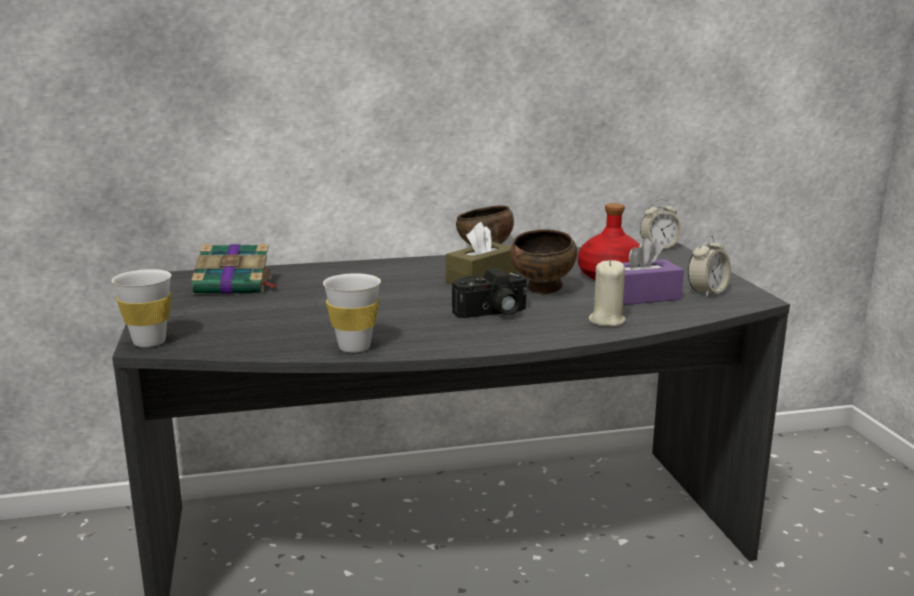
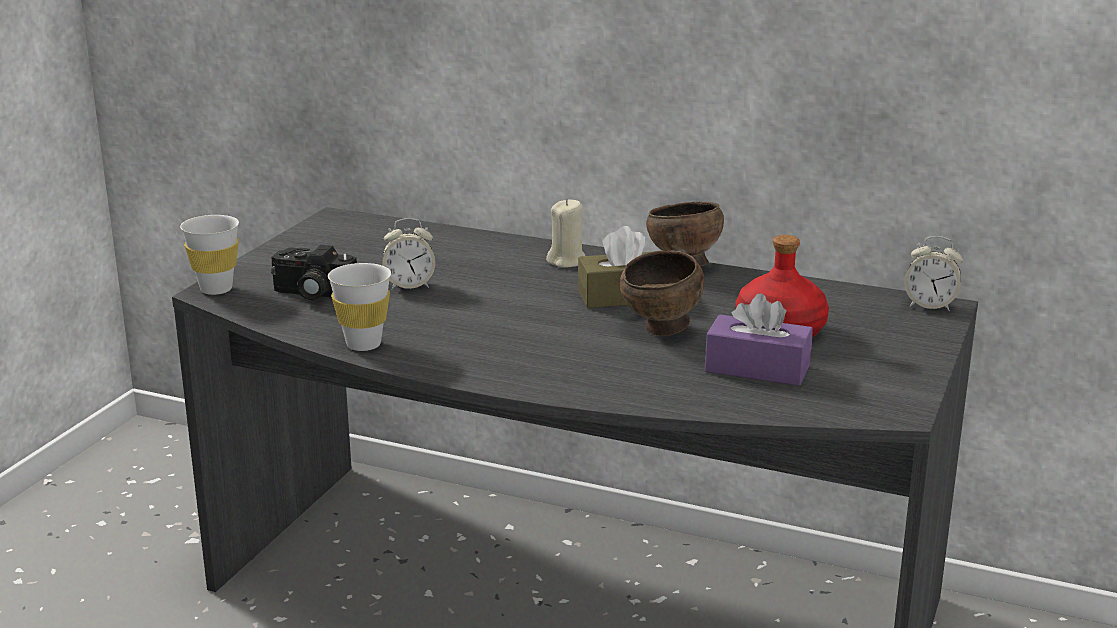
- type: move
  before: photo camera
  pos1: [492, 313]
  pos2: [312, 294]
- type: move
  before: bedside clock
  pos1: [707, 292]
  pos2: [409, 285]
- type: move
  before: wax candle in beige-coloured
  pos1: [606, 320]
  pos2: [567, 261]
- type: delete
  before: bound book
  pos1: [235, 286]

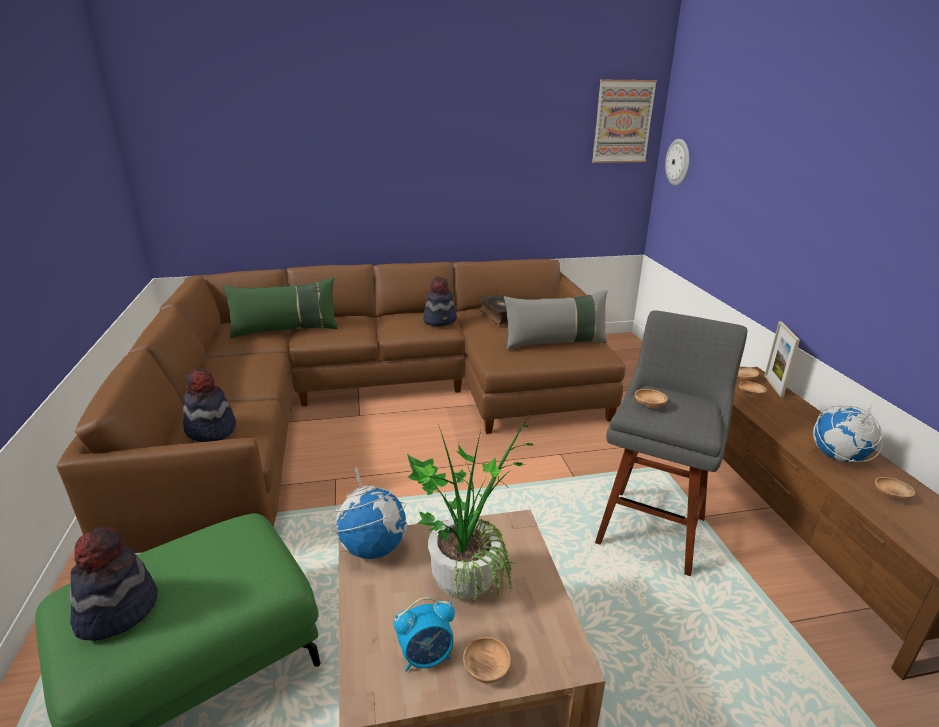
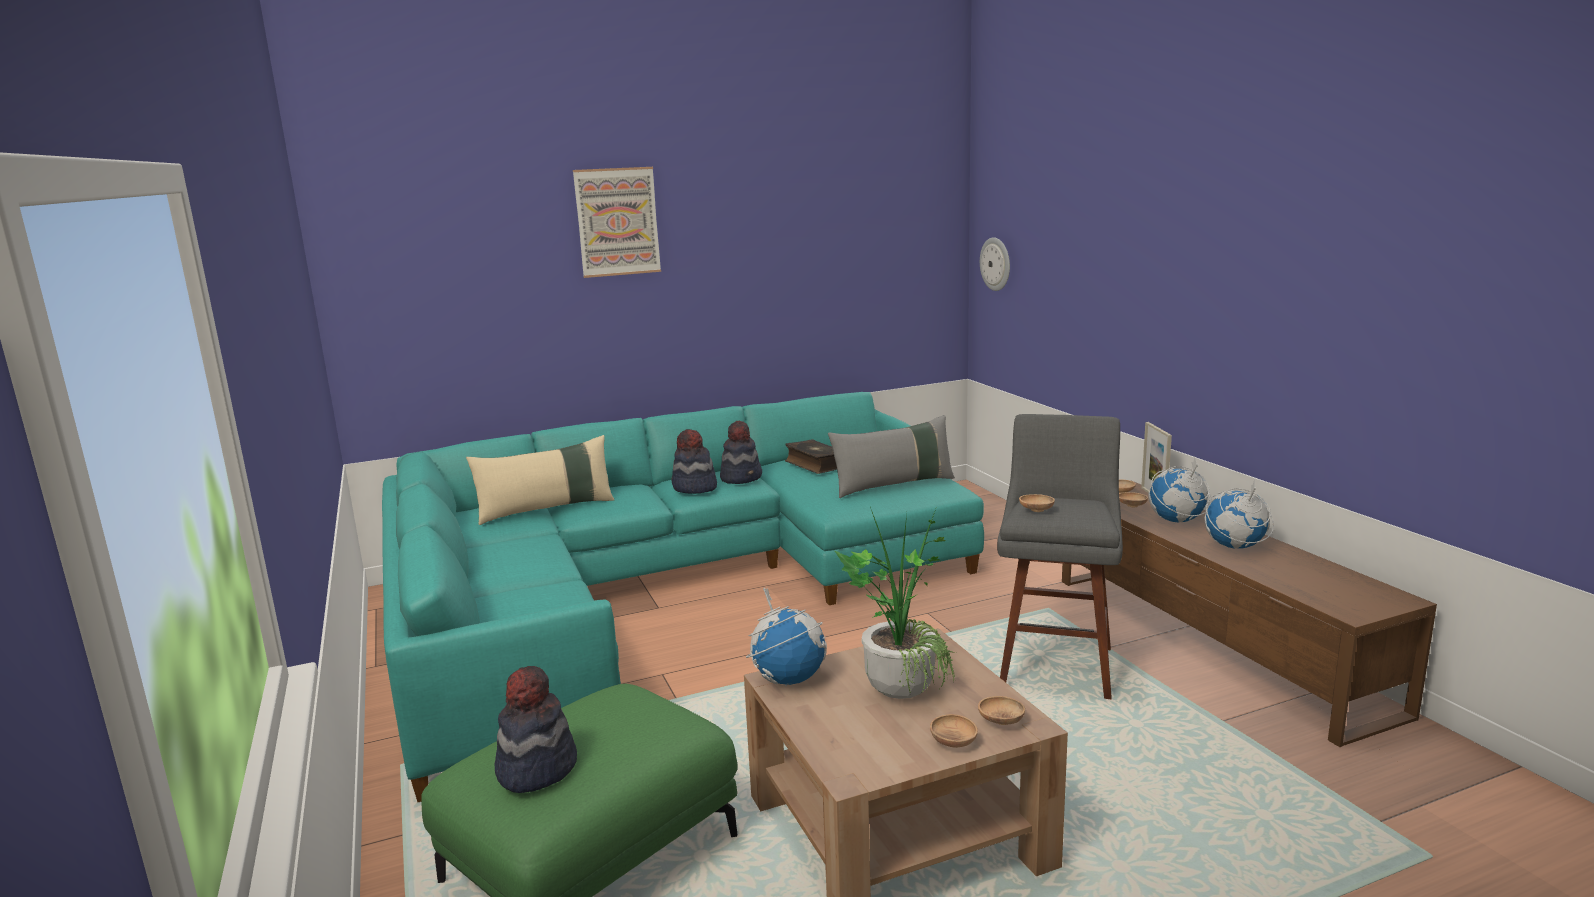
- type: recolor
  before: settee in brownish
  after: settee in turquoise-coloured
  pos1: [369, 402]
  pos2: [664, 593]
- type: recolor
  before: cushion in greenish
  after: cushion in beige-coloured
  pos1: [286, 330]
  pos2: [547, 509]
- type: move
  before: picture
  pos1: [622, 122]
  pos2: [617, 222]
- type: move
  before: wearable hat
  pos1: [211, 430]
  pos2: [694, 488]
- type: move
  before: deep dish in brownish
  pos1: [891, 496]
  pos2: [1001, 721]
- type: insert
  after: world globe
  pos2: [1176, 521]
- type: delete
  before: bedside clock
  pos1: [426, 657]

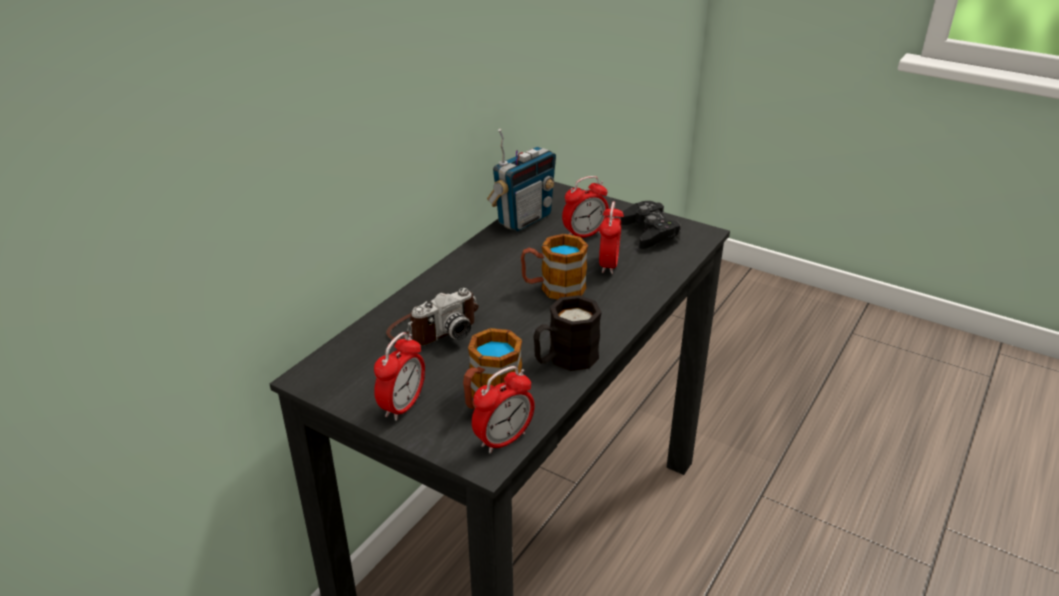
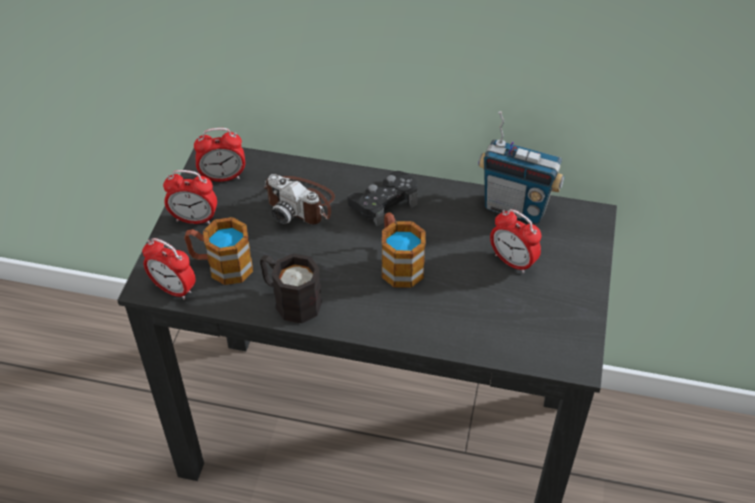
- type: move
  before: bedside clock
  pos1: [609, 264]
  pos2: [223, 177]
- type: move
  before: joypad in blackish
  pos1: [649, 232]
  pos2: [384, 203]

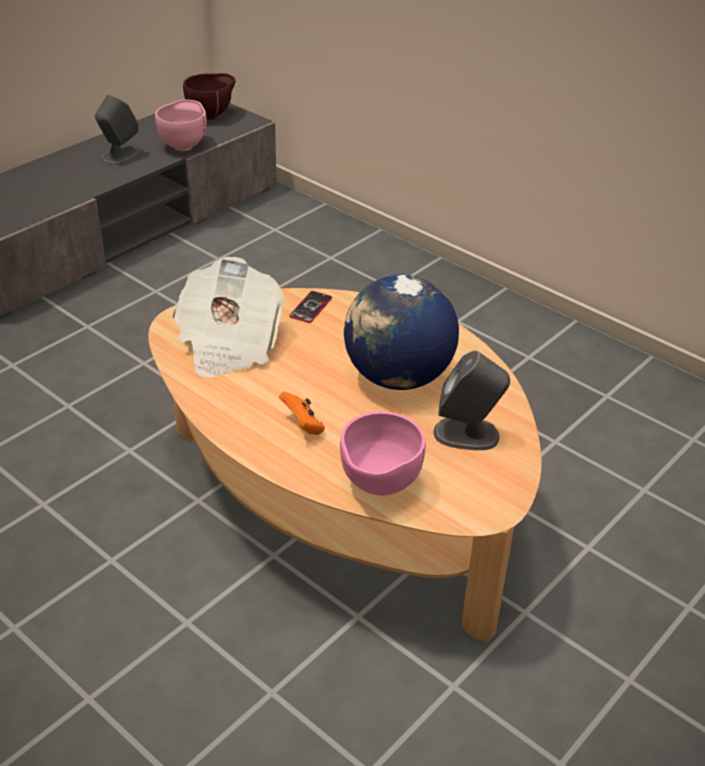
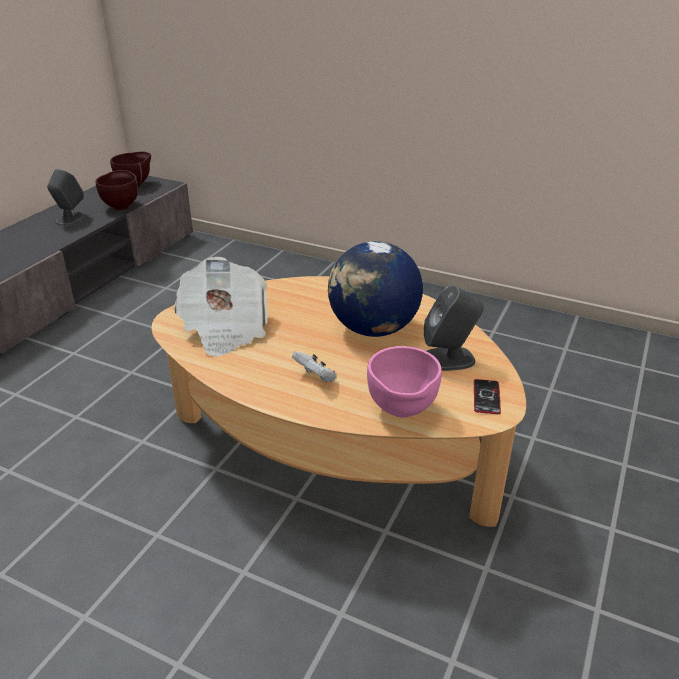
- type: recolor
  before: deep dish in pinkish
  after: deep dish in brownish
  pos1: [184, 146]
  pos2: [122, 206]
- type: recolor
  before: joypad in orange-coloured
  after: joypad in white-coloured
  pos1: [303, 426]
  pos2: [316, 378]
- type: move
  before: phone
  pos1: [311, 307]
  pos2: [486, 397]

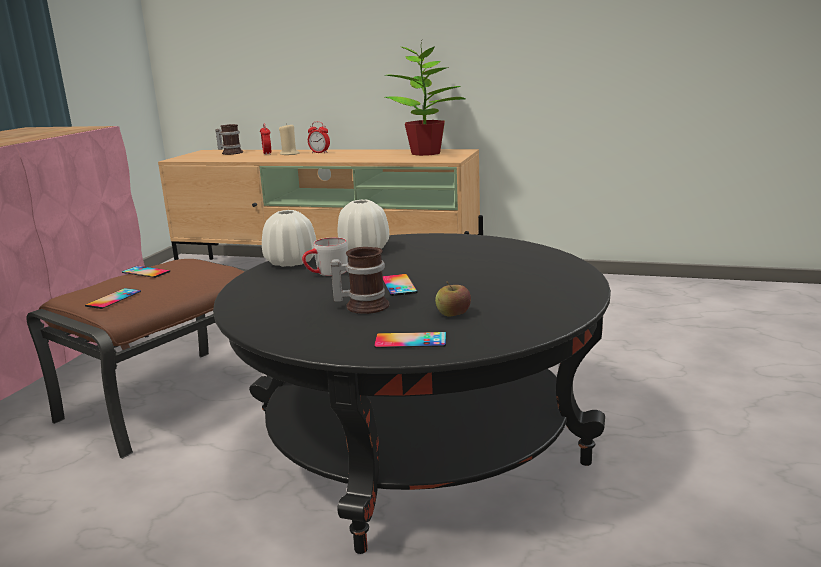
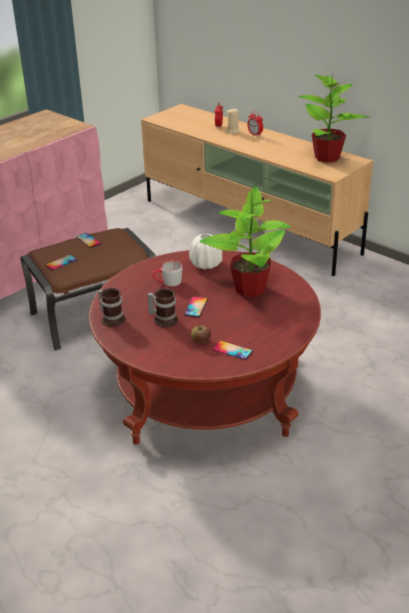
- type: recolor
  before: coffee table in blackish
  after: coffee table in red-coloured
  pos1: [418, 441]
  pos2: [207, 390]
- type: move
  before: tea mug
  pos1: [231, 152]
  pos2: [112, 318]
- type: insert
  after: plant in a pot
  pos2: [250, 288]
- type: move
  before: phone
  pos1: [410, 341]
  pos2: [232, 350]
- type: delete
  before: decorative vase in white-coloured
  pos1: [291, 262]

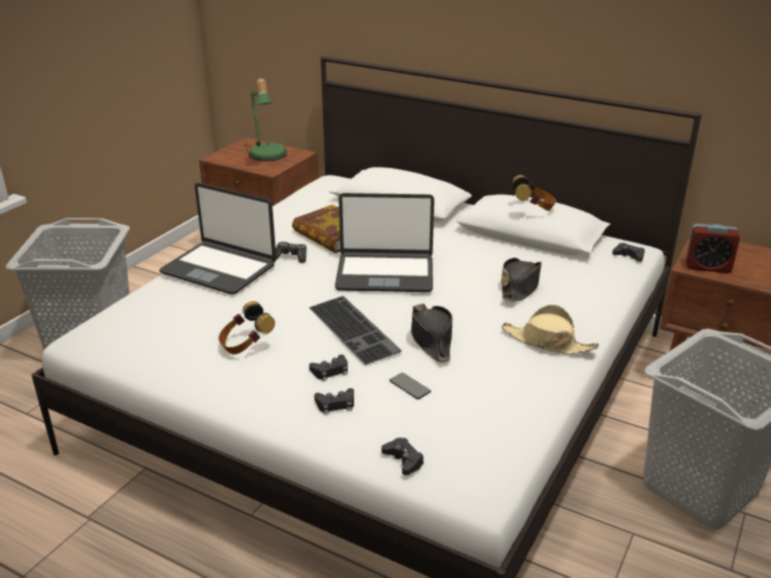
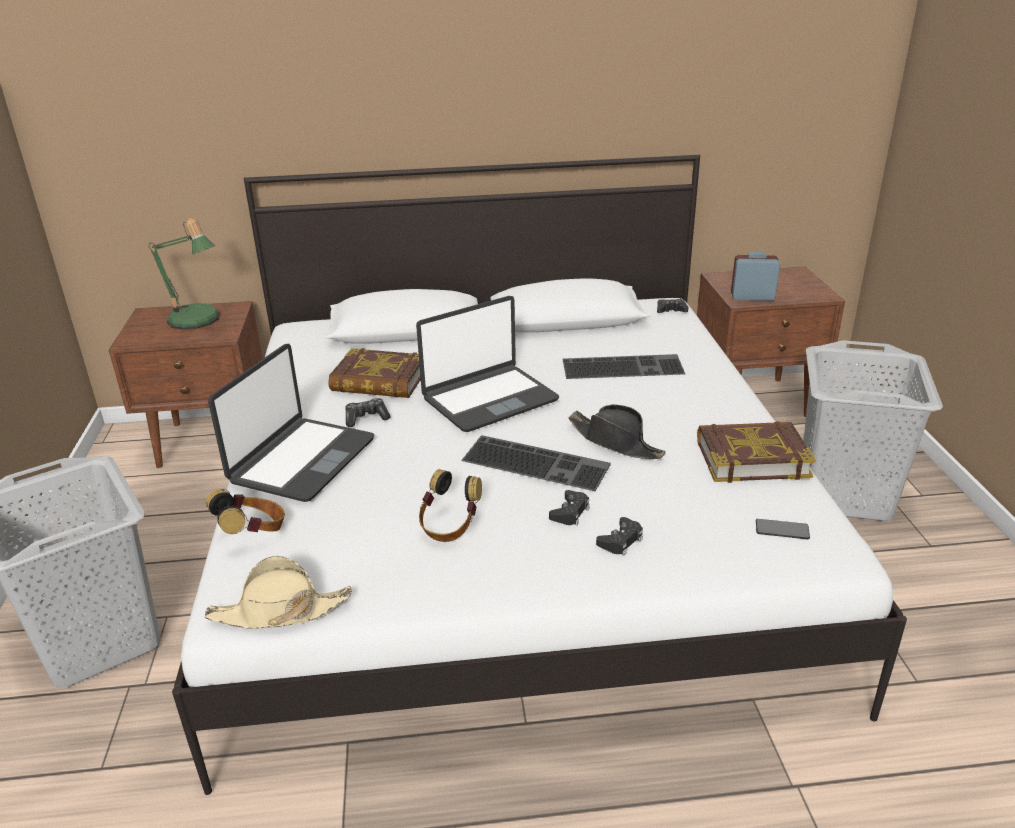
- type: move
  before: wearable hat in beige-coloured
  pos1: [547, 342]
  pos2: [279, 611]
- type: move
  before: pair of headphones
  pos1: [533, 208]
  pos2: [253, 532]
- type: rotate
  before: laptop
  pos1: [219, 268]
  pos2: [301, 460]
  turn: -60
- type: replace
  before: wearable hat in blackish
  after: computer keyboard
  pos1: [520, 286]
  pos2: [623, 366]
- type: insert
  after: bound book
  pos2: [752, 458]
- type: rotate
  before: bedside clock
  pos1: [707, 267]
  pos2: [752, 297]
  turn: -150
- type: move
  before: phone
  pos1: [409, 386]
  pos2: [782, 530]
- type: delete
  before: joypad in blackish
  pos1: [403, 460]

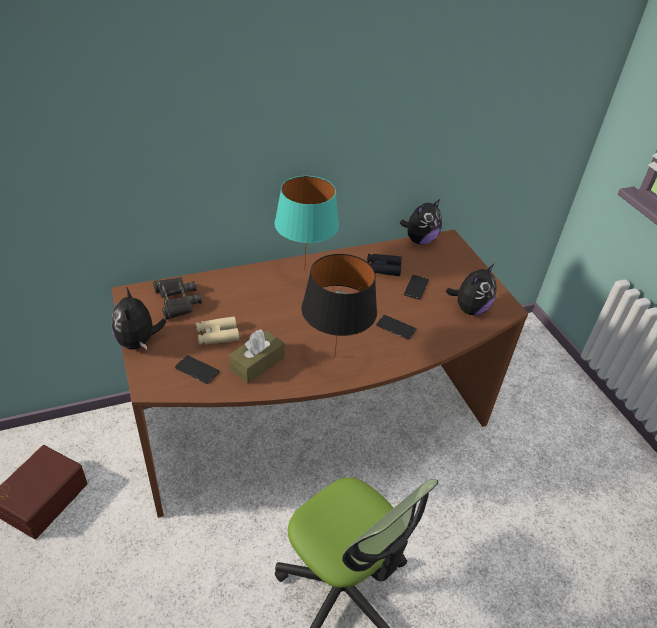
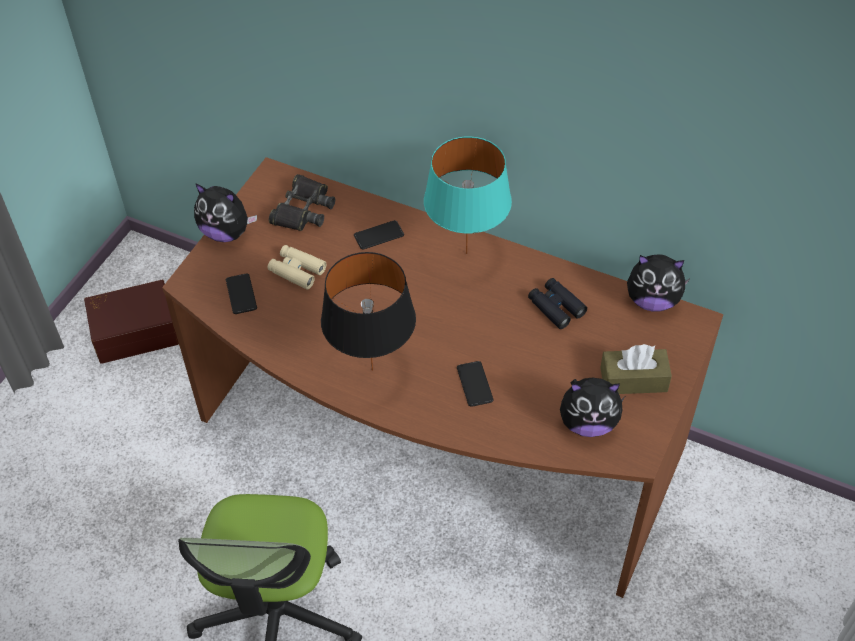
- type: rotate
  before: cuddly toy
  pos1: [139, 342]
  pos2: [226, 232]
  turn: -105
- type: move
  before: phone
  pos1: [416, 287]
  pos2: [379, 235]
- type: move
  before: tissue holder in brownish
  pos1: [257, 363]
  pos2: [633, 380]

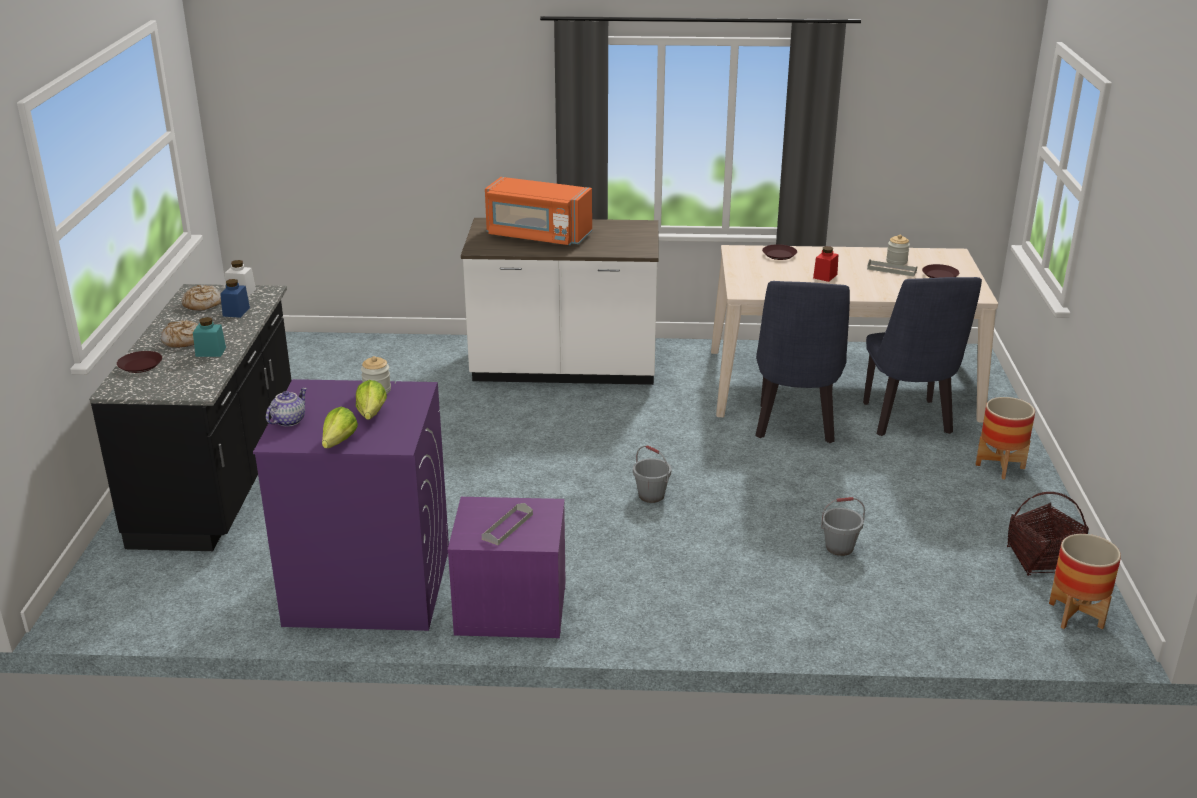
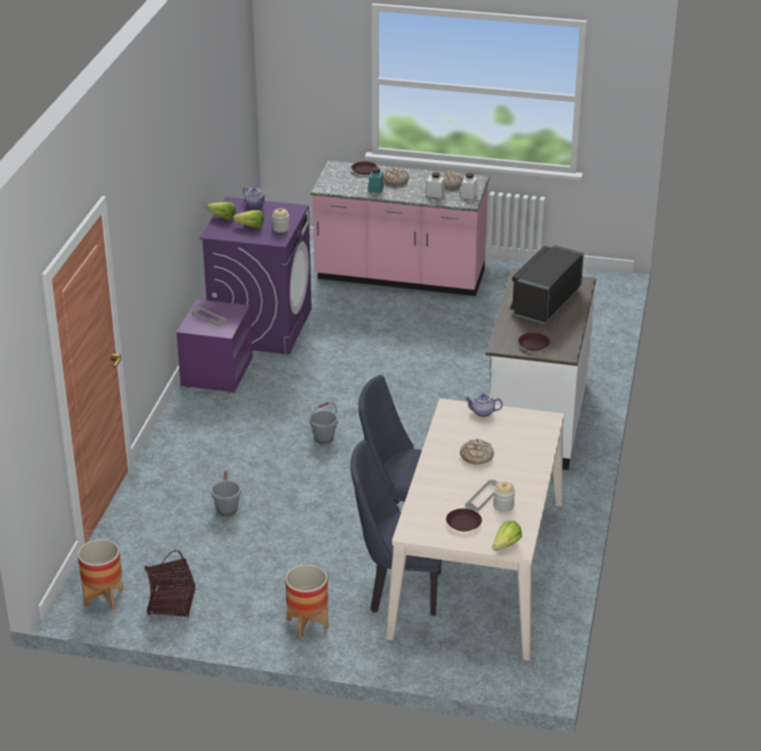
- type: recolor
  before: kitchen base unit in blackish
  after: kitchen base unit in pinkish
  pos1: [220, 479]
  pos2: [400, 277]
- type: recolor
  before: storage jar in blue
  after: storage jar in white-coloured
  pos1: [236, 312]
  pos2: [435, 194]
- type: replace
  before: storage jar in red-coloured
  after: bakery bread
  pos1: [825, 276]
  pos2: [476, 456]
- type: insert
  after: pot for tea
  pos2: [482, 413]
- type: insert
  after: lettuce head
  pos2: [503, 547]
- type: recolor
  before: microwave oven in orange-coloured
  after: microwave oven in blackish
  pos1: [538, 236]
  pos2: [545, 302]
- type: move
  before: flat dish in brownish
  pos1: [779, 255]
  pos2: [533, 344]

